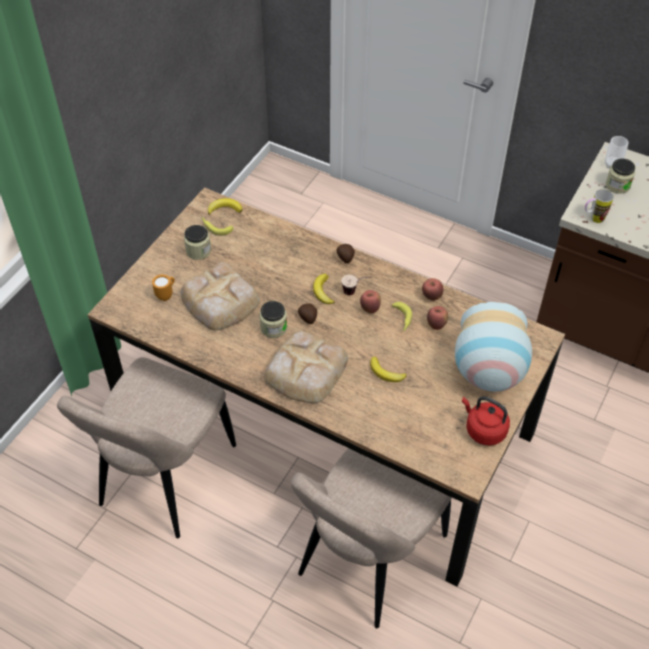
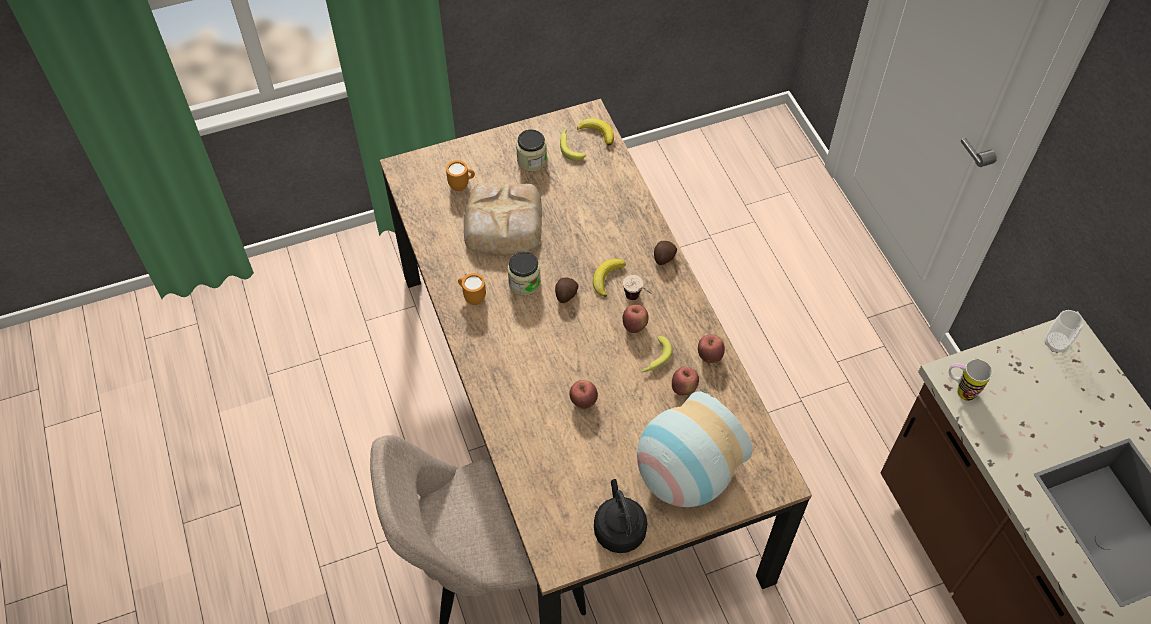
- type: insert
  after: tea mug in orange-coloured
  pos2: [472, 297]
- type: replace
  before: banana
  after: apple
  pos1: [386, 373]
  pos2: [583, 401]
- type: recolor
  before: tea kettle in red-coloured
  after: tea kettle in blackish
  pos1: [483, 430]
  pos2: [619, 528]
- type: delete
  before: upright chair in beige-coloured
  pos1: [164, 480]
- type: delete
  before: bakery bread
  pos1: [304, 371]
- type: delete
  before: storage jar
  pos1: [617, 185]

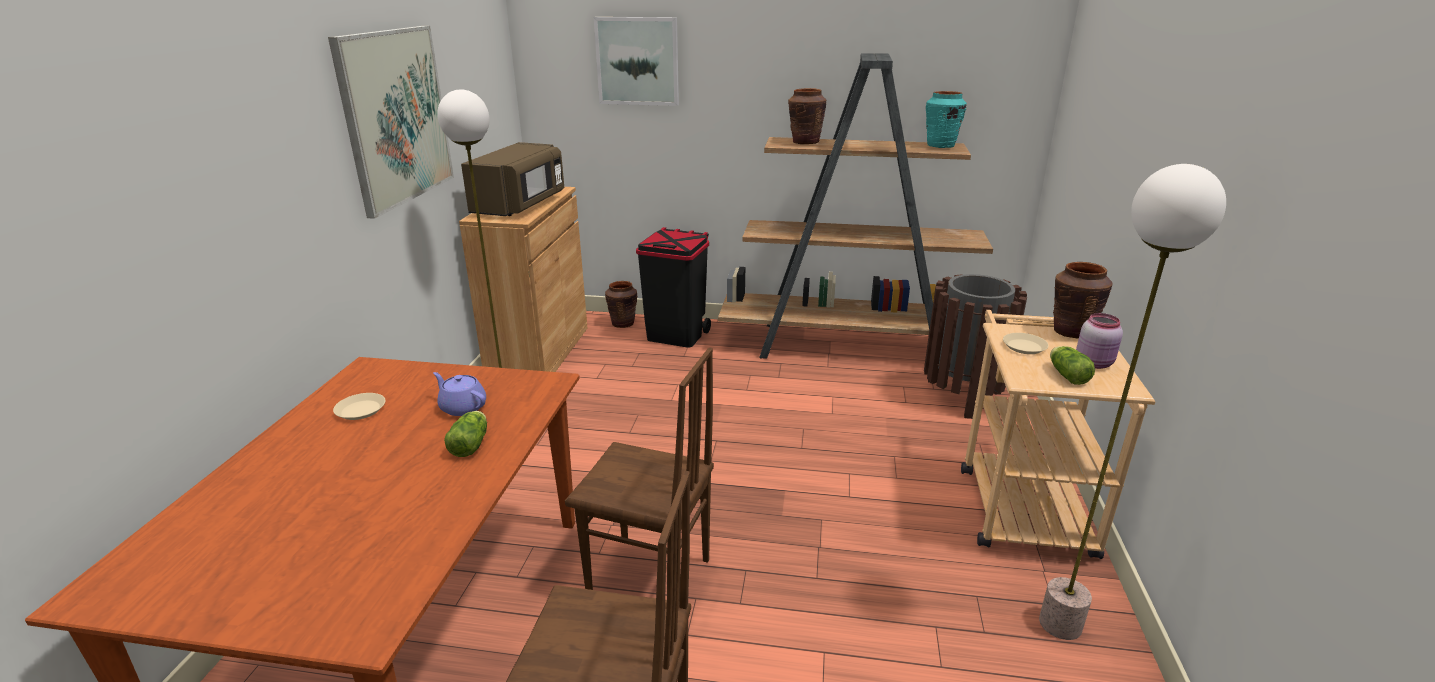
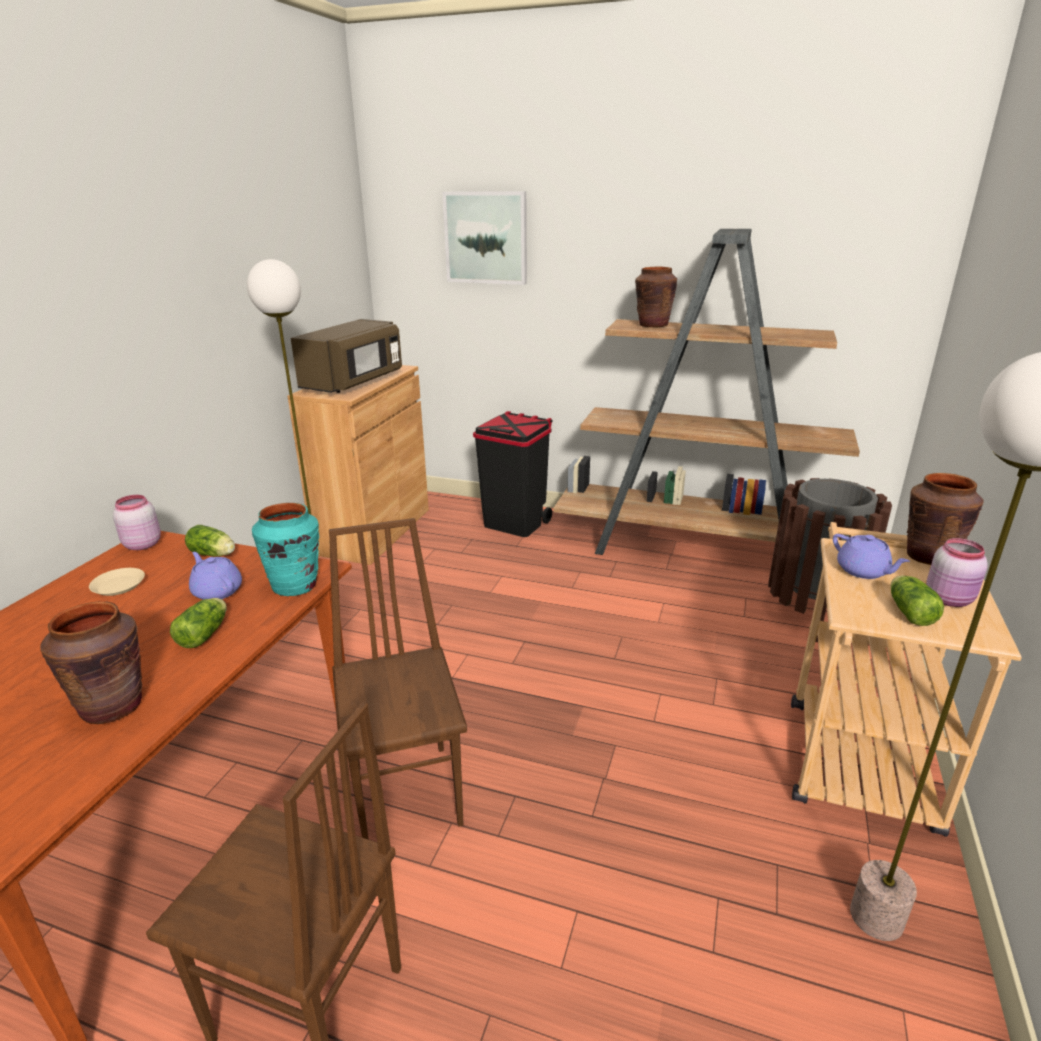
- type: move
  before: decorative vase in brownish
  pos1: [623, 323]
  pos2: [113, 706]
- type: insert
  after: storage jar in pinkish
  pos2: [142, 544]
- type: insert
  after: lettuce head
  pos2: [214, 554]
- type: move
  before: decorative vase in turquoise-coloured
  pos1: [940, 146]
  pos2: [295, 586]
- type: rotate
  before: upright chair in brownish
  pos1: [649, 579]
  pos2: [409, 792]
  turn: -135
- type: replace
  before: flat dish in beige-coloured
  after: pot for tea in purple
  pos1: [1024, 347]
  pos2: [863, 571]
- type: delete
  before: picture
  pos1: [396, 117]

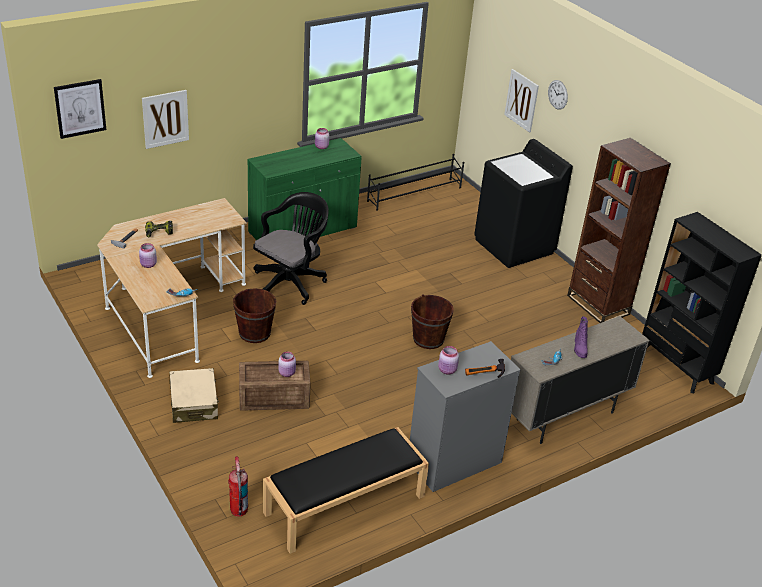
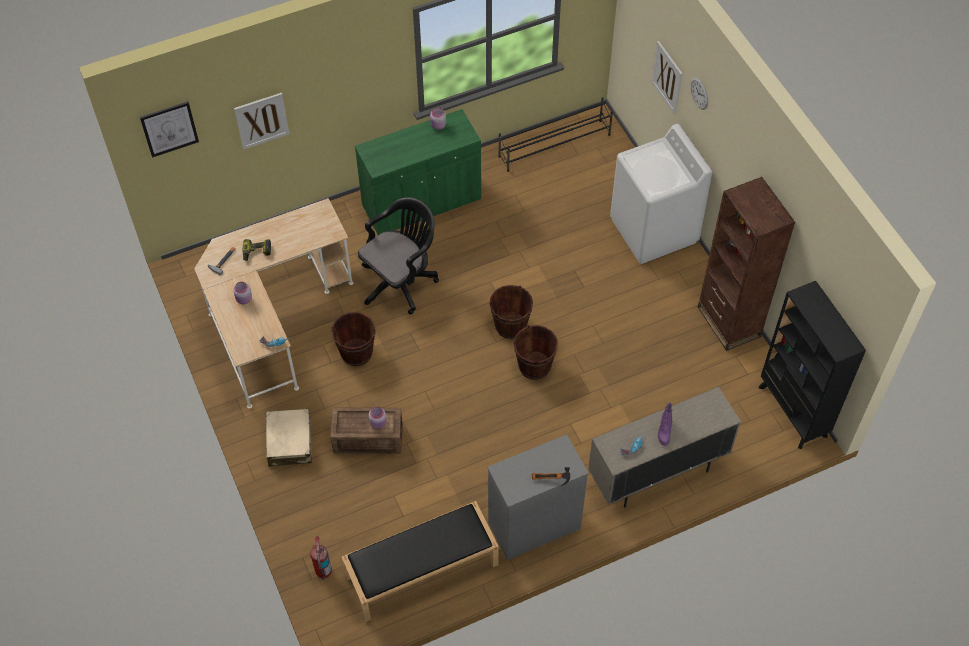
- type: insert
  after: bucket in brownish
  pos2: [510, 325]
- type: recolor
  before: laundry appliance in blackish
  after: laundry appliance in white-coloured
  pos1: [514, 246]
  pos2: [654, 231]
- type: delete
  before: storage jar in pinkish
  pos1: [447, 370]

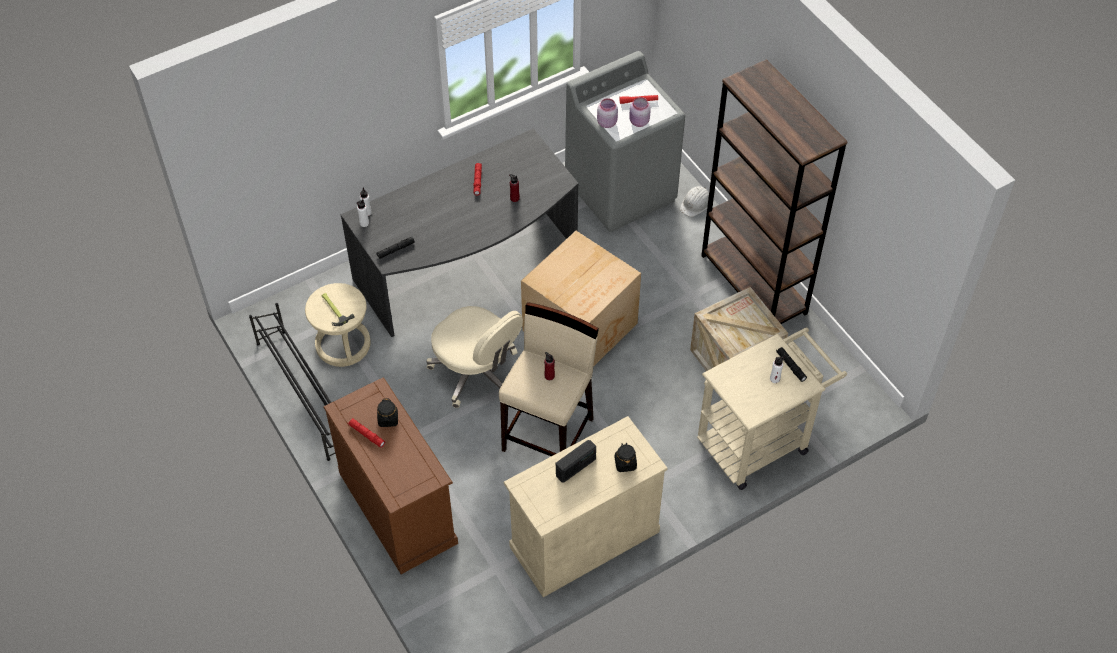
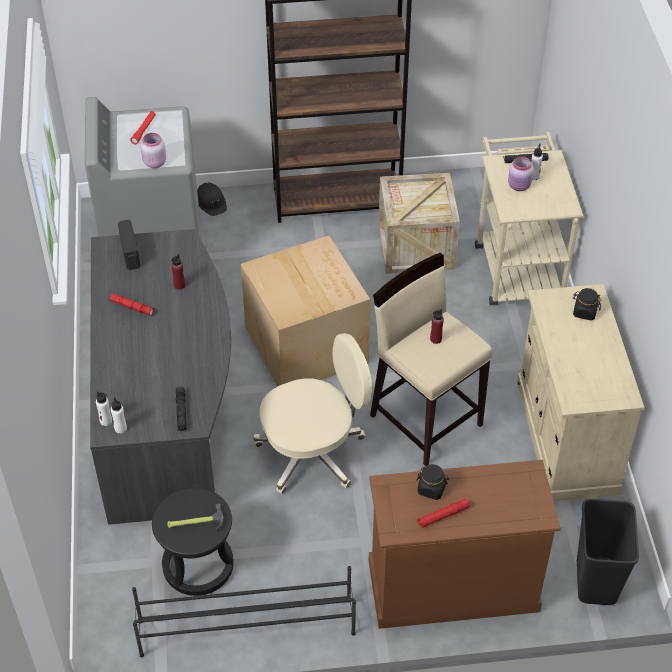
- type: move
  before: radio
  pos1: [576, 467]
  pos2: [130, 253]
- type: recolor
  before: stool seat in beige-coloured
  after: stool seat in blackish
  pos1: [342, 344]
  pos2: [197, 565]
- type: recolor
  before: hard hat in white-coloured
  after: hard hat in blackish
  pos1: [695, 203]
  pos2: [211, 202]
- type: move
  before: storage jar in pinkish
  pos1: [638, 122]
  pos2: [519, 186]
- type: insert
  after: trash can in blackish
  pos2: [597, 581]

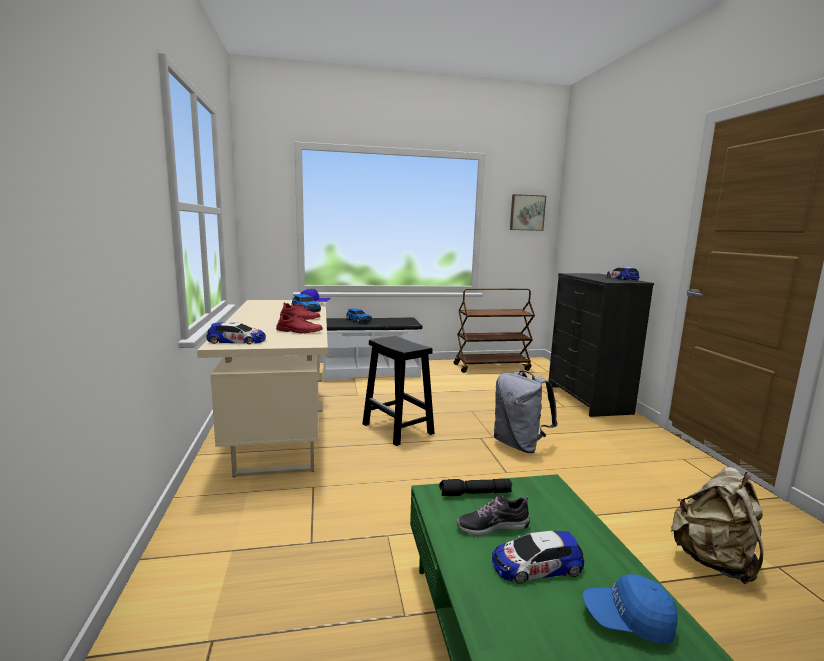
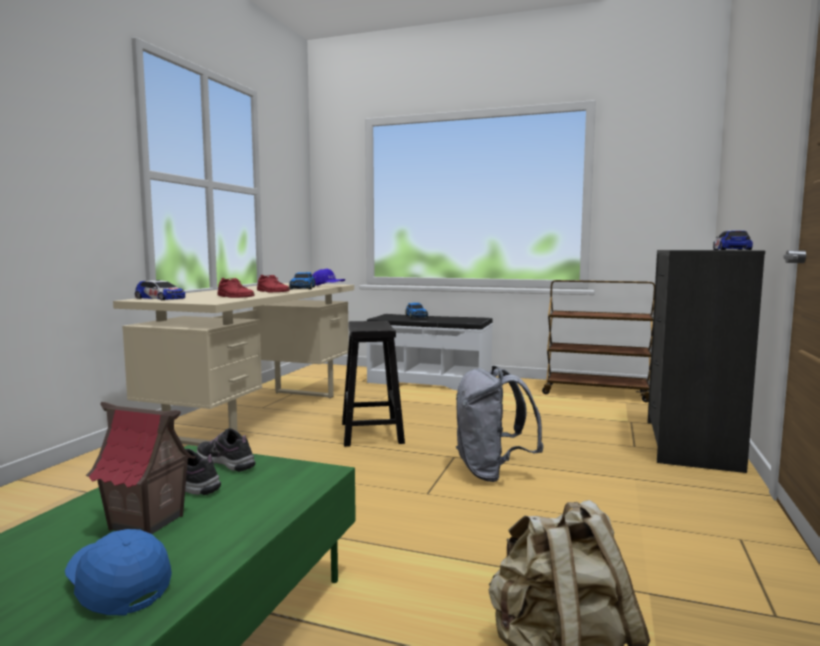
- type: replace
  before: toy car
  after: miniature house
  pos1: [536, 565]
  pos2: [146, 523]
- type: replace
  before: torch in blackish
  after: item of footwear
  pos1: [474, 494]
  pos2: [226, 462]
- type: delete
  before: picture
  pos1: [527, 212]

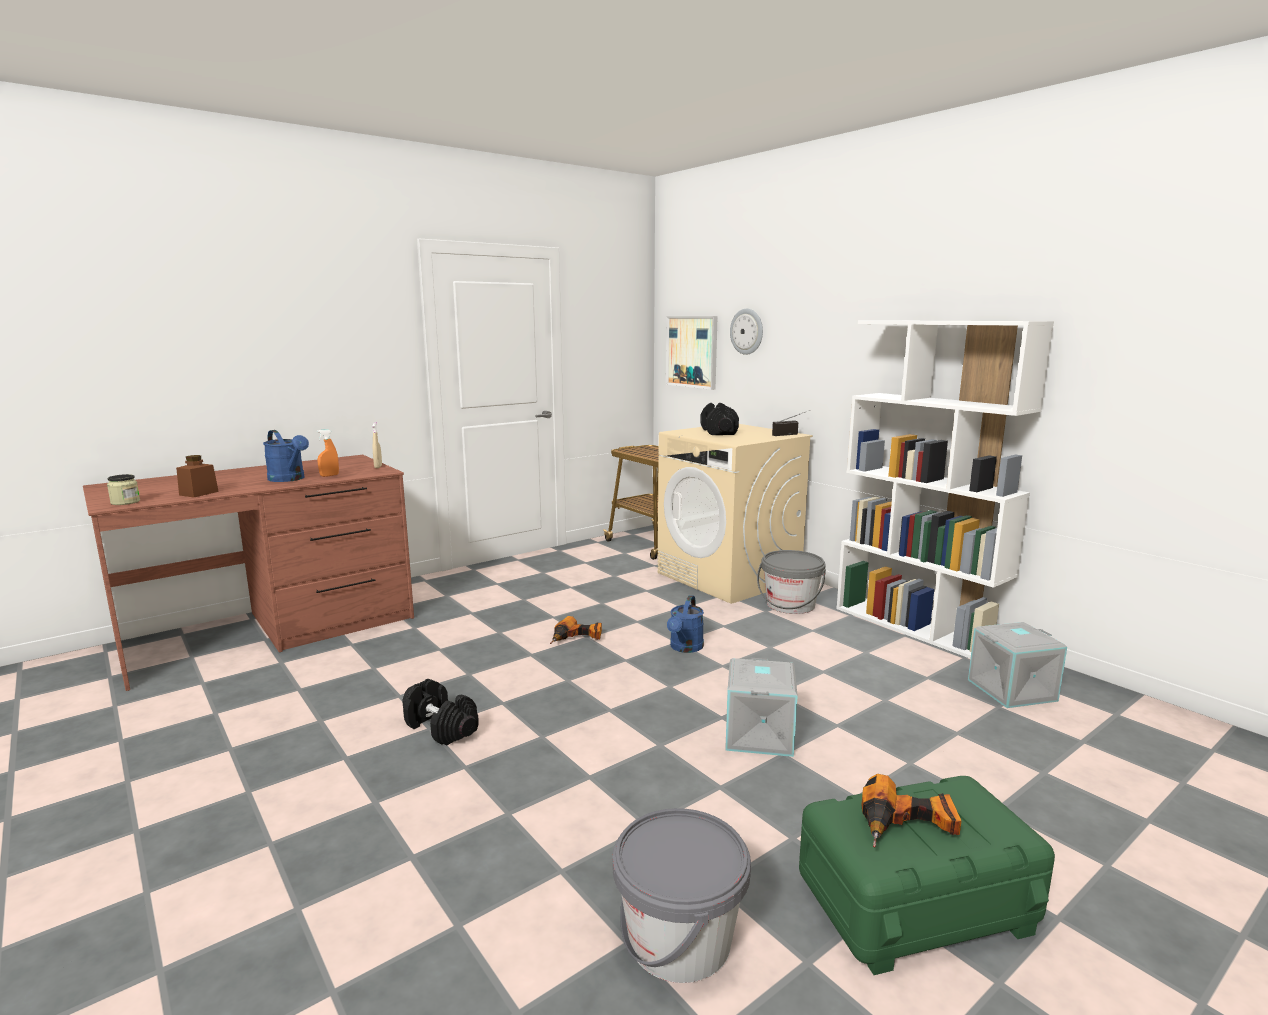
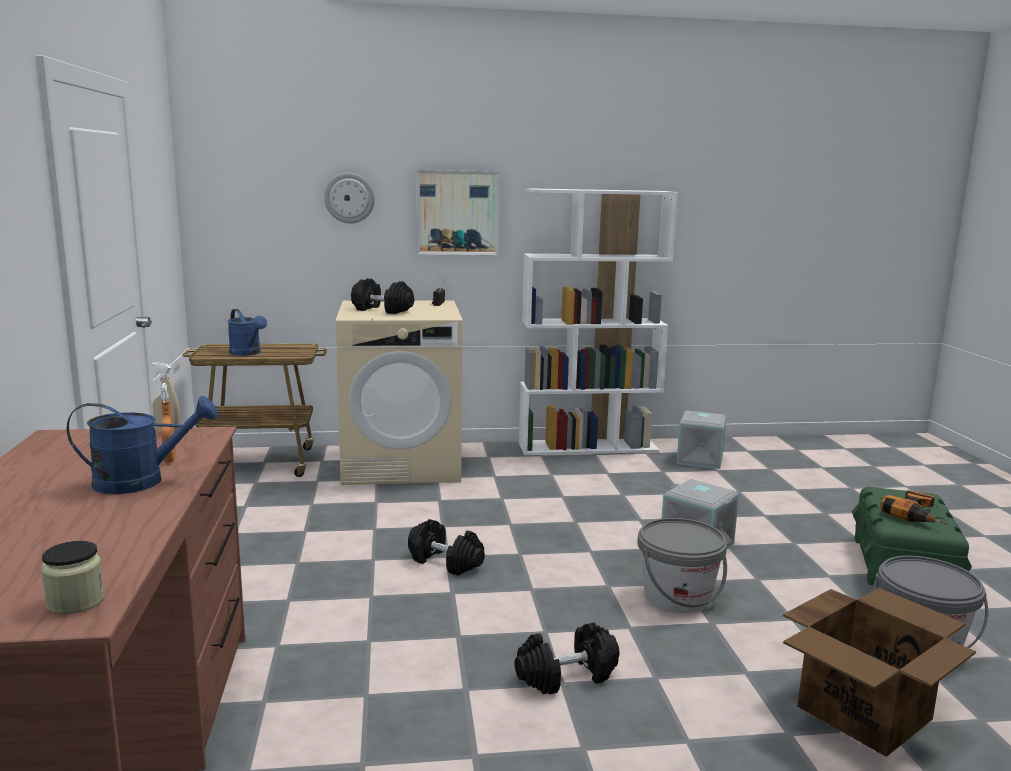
- type: move
  before: watering can in blue
  pos1: [685, 648]
  pos2: [248, 353]
- type: replace
  before: electric drill
  after: free weight in blackish
  pos1: [577, 639]
  pos2: [446, 562]
- type: move
  before: picture
  pos1: [692, 351]
  pos2: [457, 212]
- type: move
  before: bucket in gray
  pos1: [790, 605]
  pos2: [677, 596]
- type: insert
  after: cardboard box
  pos2: [866, 712]
- type: delete
  before: storage jar in brownish
  pos1: [199, 493]

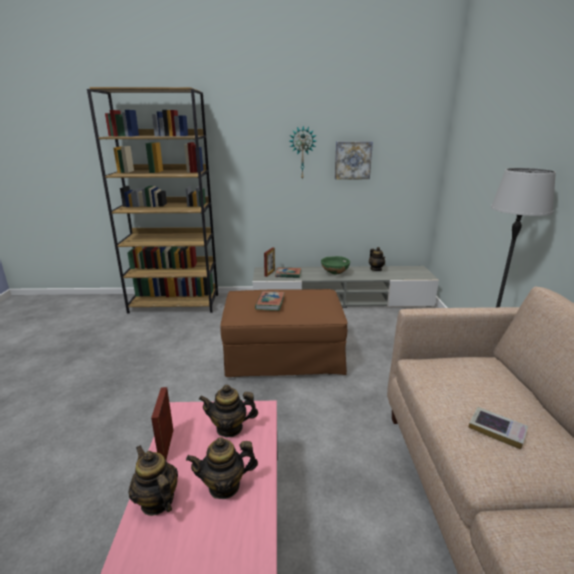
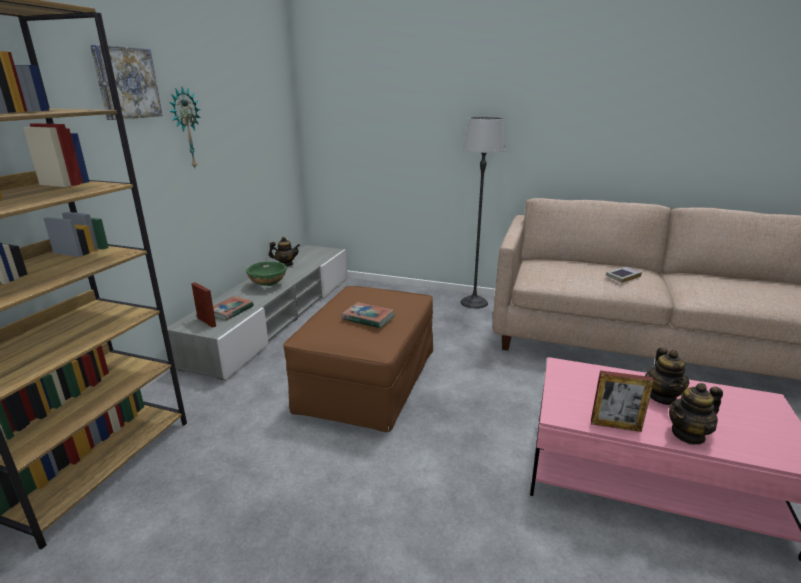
- type: move
  before: picture
  pos1: [352, 160]
  pos2: [126, 83]
- type: delete
  before: pot for tea
  pos1: [229, 428]

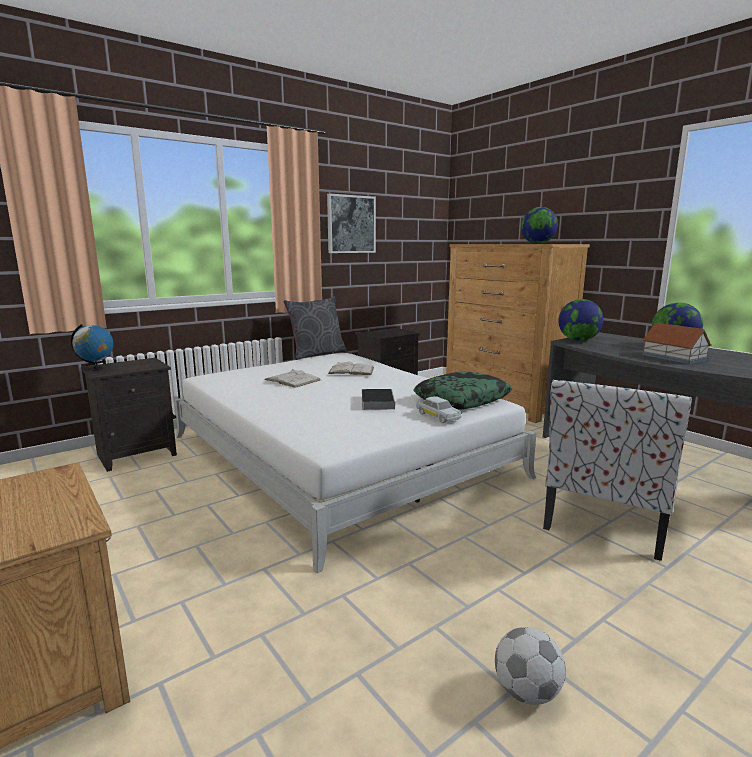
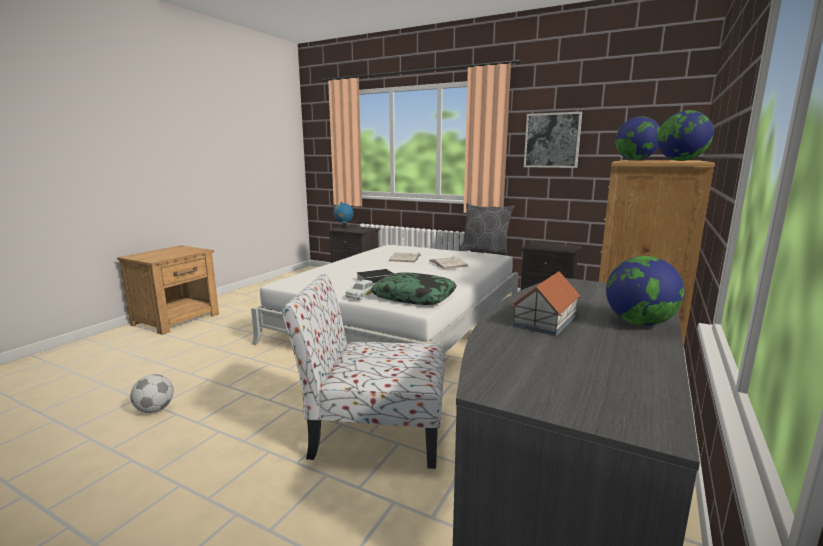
- type: move
  before: world globe
  pos1: [578, 340]
  pos2: [635, 160]

